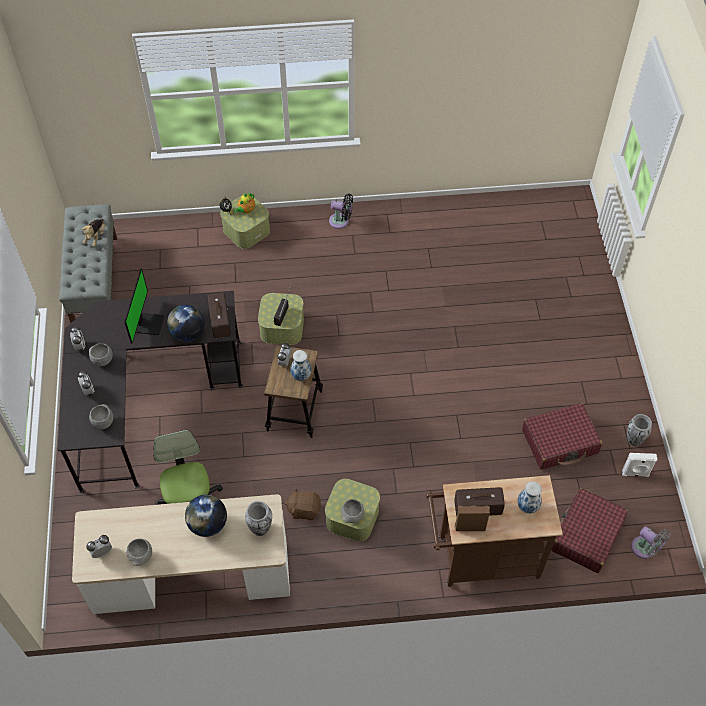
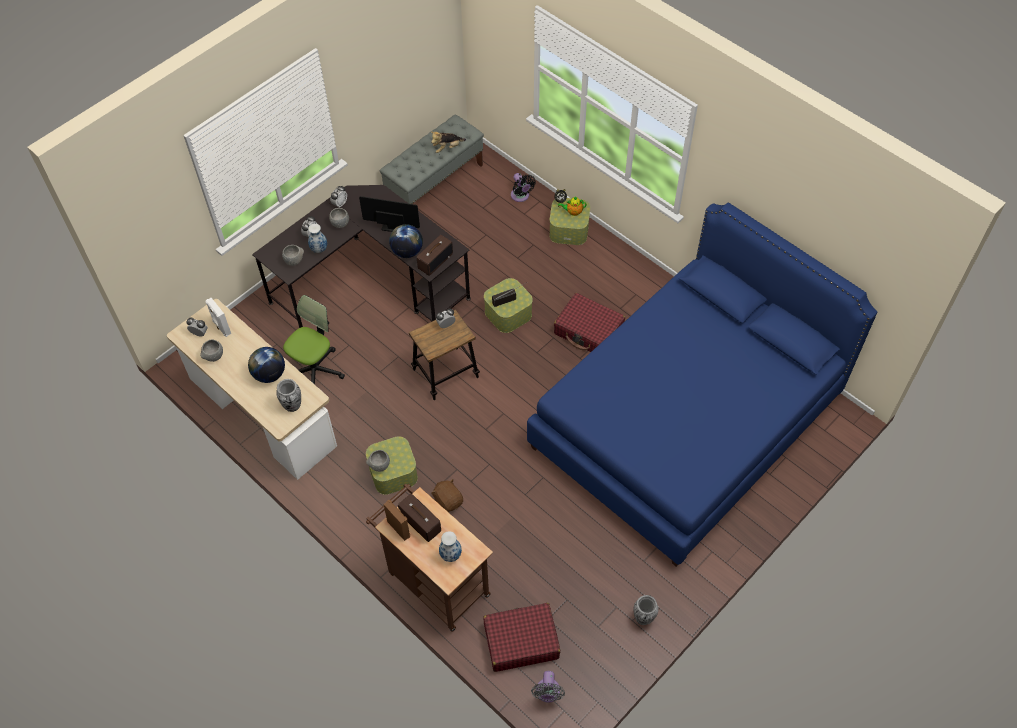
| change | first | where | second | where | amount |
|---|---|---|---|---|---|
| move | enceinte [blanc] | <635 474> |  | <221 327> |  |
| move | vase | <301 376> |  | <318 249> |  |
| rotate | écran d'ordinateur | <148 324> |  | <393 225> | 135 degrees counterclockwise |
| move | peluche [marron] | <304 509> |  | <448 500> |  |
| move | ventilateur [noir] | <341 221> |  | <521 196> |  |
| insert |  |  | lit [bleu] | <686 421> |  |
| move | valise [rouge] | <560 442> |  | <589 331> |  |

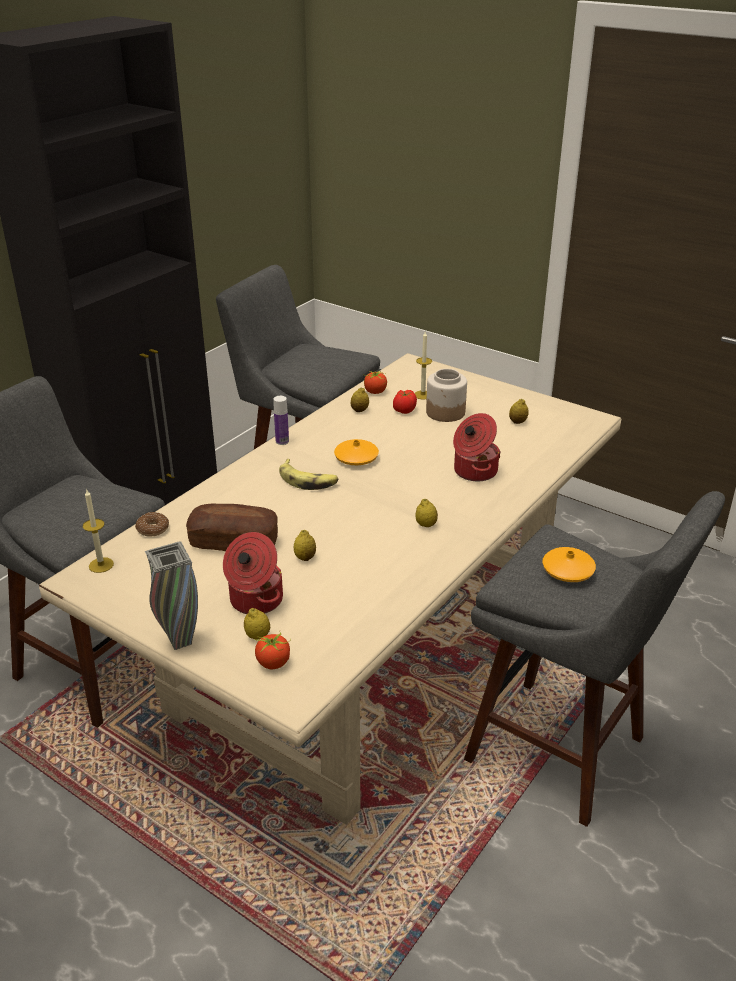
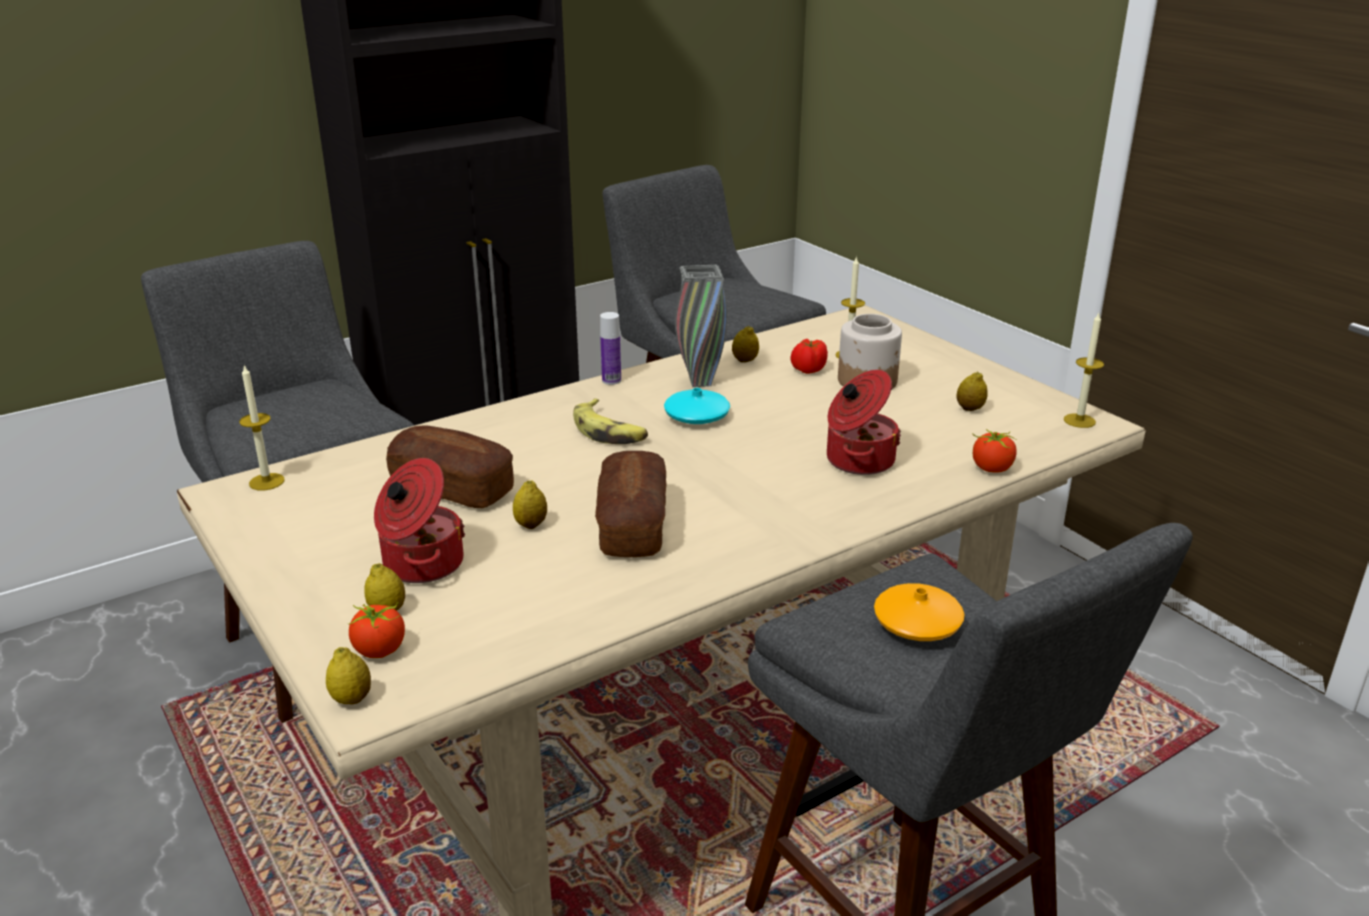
| change | first | where | second | where | amount |
|---|---|---|---|---|---|
| move | citron | <426 525> |  | <351 699> |  |
| insert |  |  | pain | <632 525> |  |
| recolor | vase [orange] | <356 458> | vase [turquoise] | <697 416> |  |
| move | vase [gris] | <180 641> |  | <700 382> |  |
| move | tomate | <375 392> |  | <991 469> |  |
| insert |  |  | bougie | <1079 420> |  |
| delete | beignet | <152 529> |  |  |  |

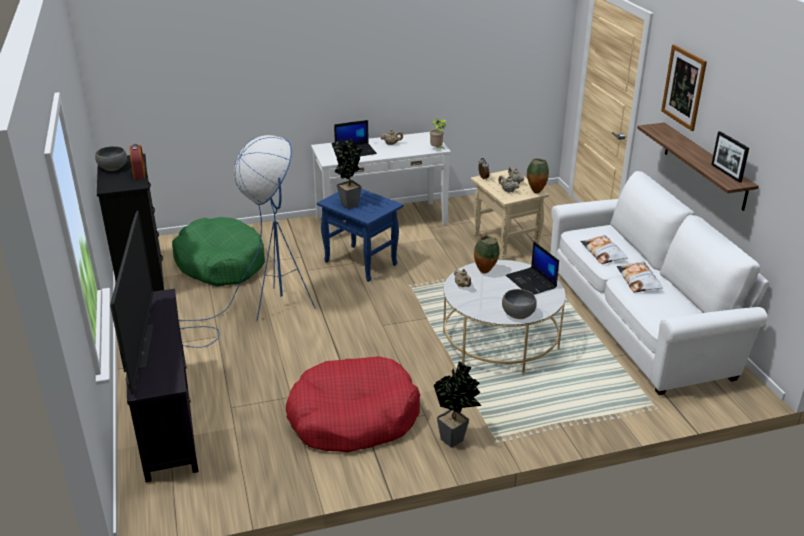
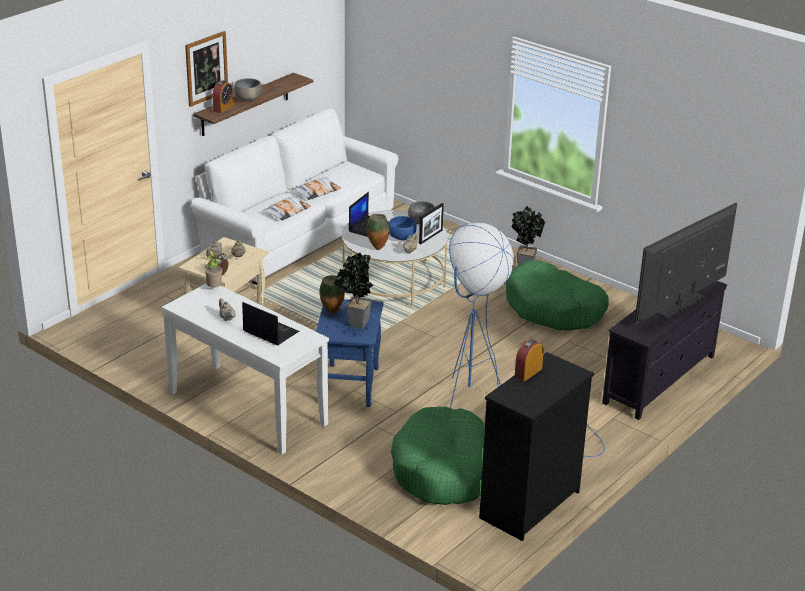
| change | first | where | second | where | amount |
|---|---|---|---|---|---|
| insert |  |  | réveil | <223 108> |  |
| move | bol [gris] | <113 168> |  | <248 99> |  |
| move | vase | <535 192> |  | <332 313> |  |
| insert |  |  | bol [bleu] | <401 237> |  |
| move | cadre photo | <726 173> |  | <430 237> |  |
| recolor | panier pour chien [rouge] | <353 417> | panier pour chien [vert] | <554 309> |  |

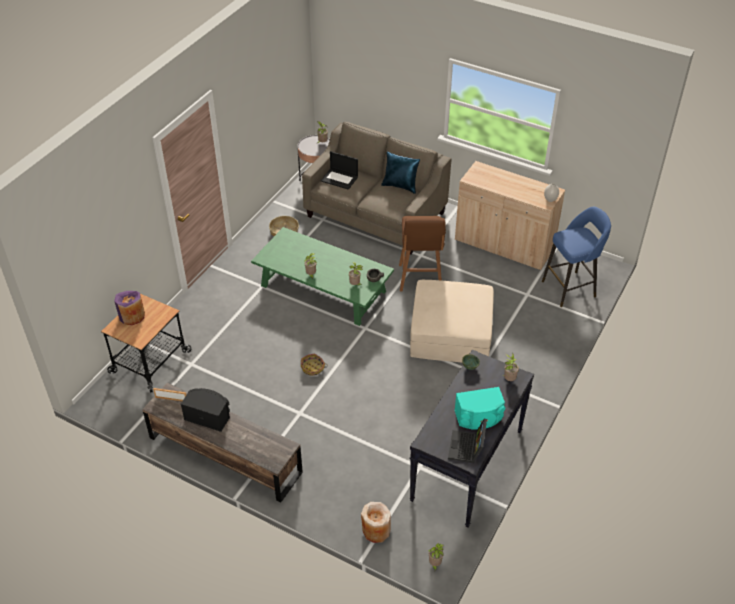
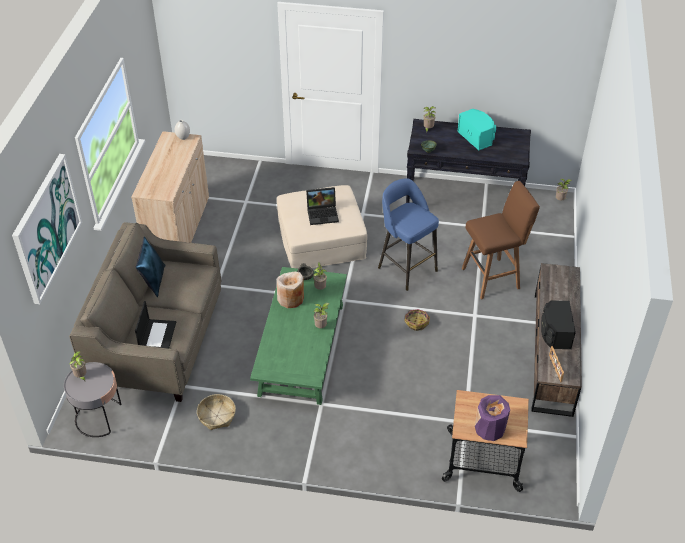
| change | first | where | second | where | amount |
|---|---|---|---|---|---|
| insert |  |  | tableau | <46 227> |  |
| move | vase [beige] | <376 530> |  | <291 299> |  |
| move | ordinateur portable | <467 448> |  | <323 214> |  |
| move | tabouret [bleu] | <570 288> |  | <406 268> |  |
| move | tabouret [marron] | <420 279> |  | <492 278> |  |

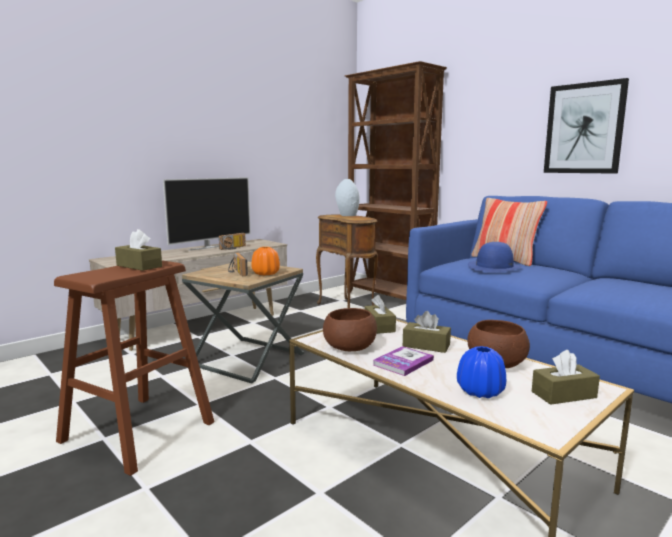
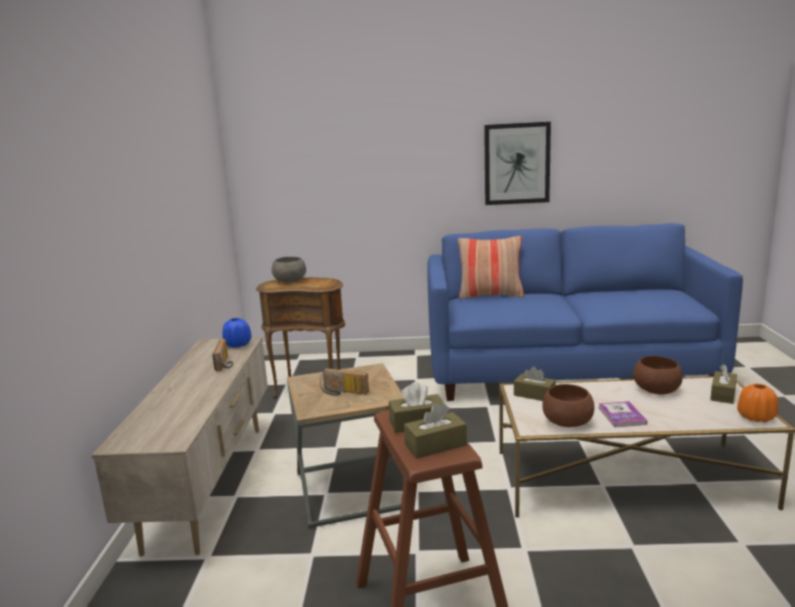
| change | first | where | second | where | amount |
|---|---|---|---|---|---|
| move | vase [bleu] | <480 392> |  | <237 345> |  |
| replace | vase [gris] | <347 215> | bol [gris] | <290 281> |  |
| move | boîte à mouchoirs [marron] | <426 345> |  | <435 445> |  |
| move | vase [orange] | <266 274> |  | <756 417> |  |
| delete | téléviseur | <209 247> |  |  |  |
| delete | bibliothèque [marron] | <389 297> |  |  |  |
| delete | chapeau [bleu] | <494 267> |  |  |  |

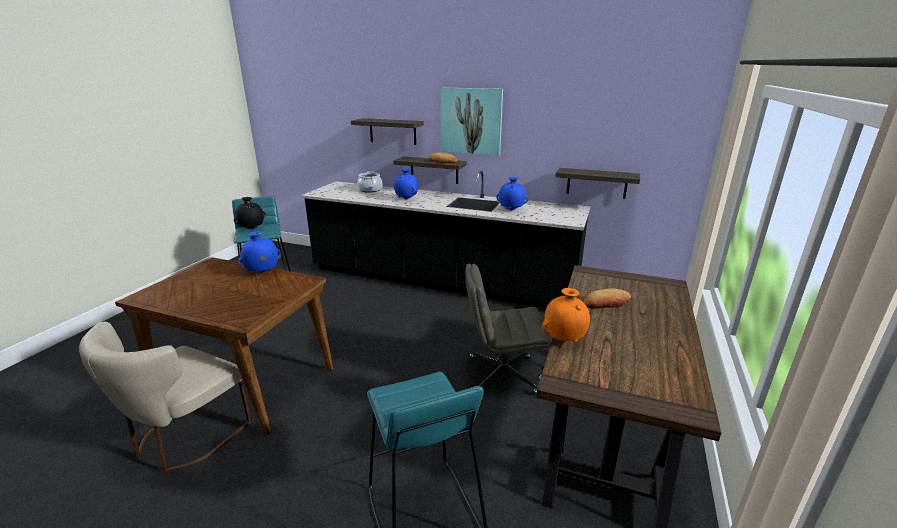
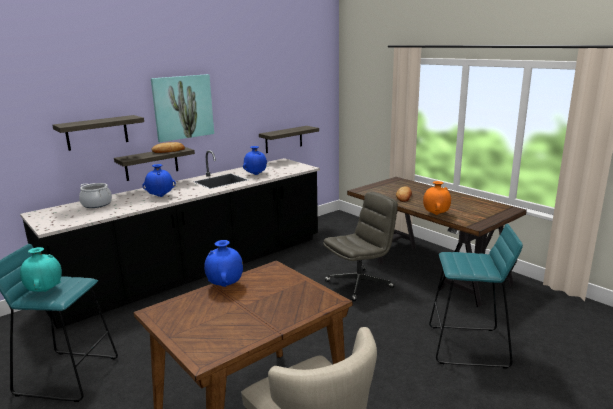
| change | first | where | second | where | amount |
|---|---|---|---|---|---|
| recolor | vase [noir] | <252 229> | vase [turquoise] | <45 291> |  |
| rotate | chaise de bureau [gris] | <502 376> |  | <359 284> | 150 degrees counterclockwise |

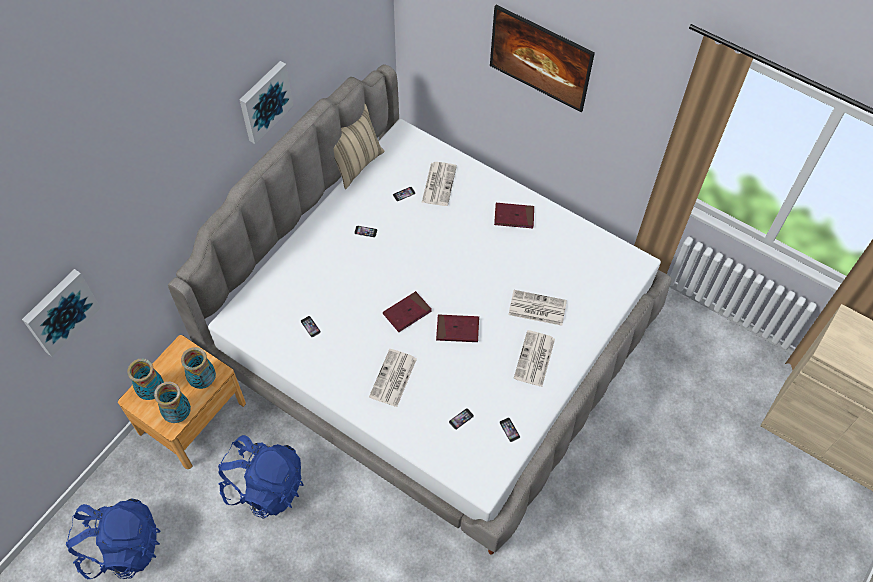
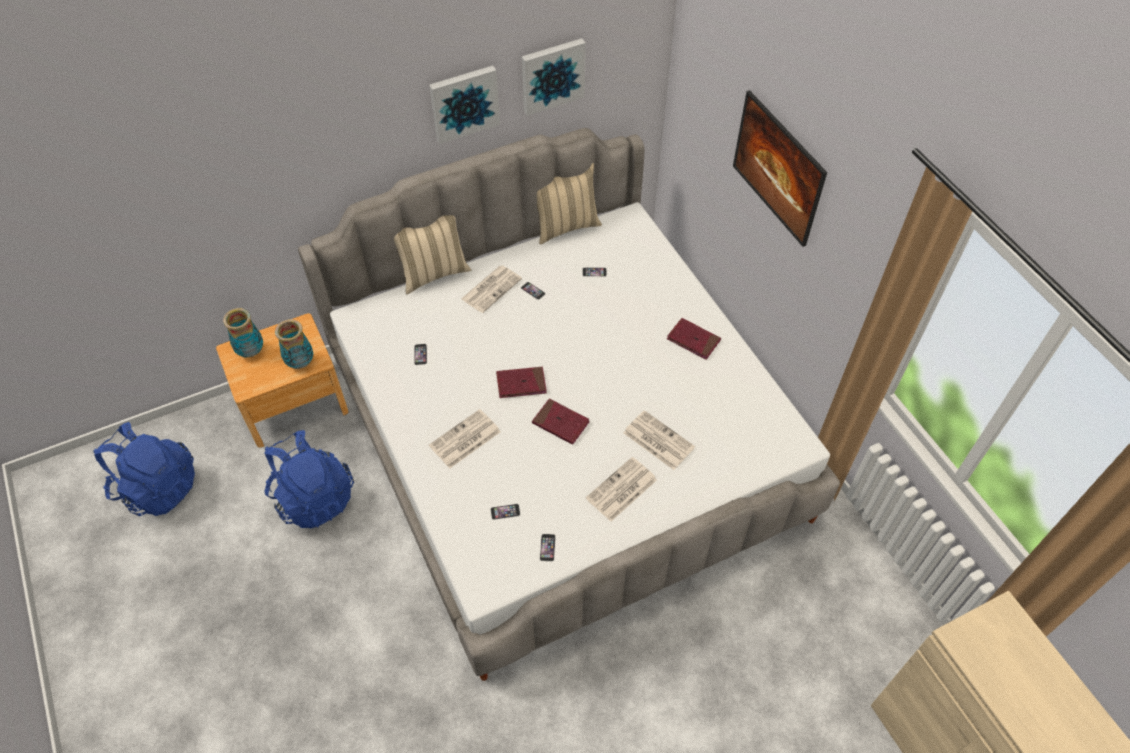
| change | first | where | second | where | amount |
|---|---|---|---|---|---|
| insert |  |  | coussin [beige] | <433 273> |  |
| move | journal | <439 183> |  | <491 288> |  |
| move | tableau | <59 311> |  | <552 75> |  |
| delete | vase | <178 414> |  |  |  |

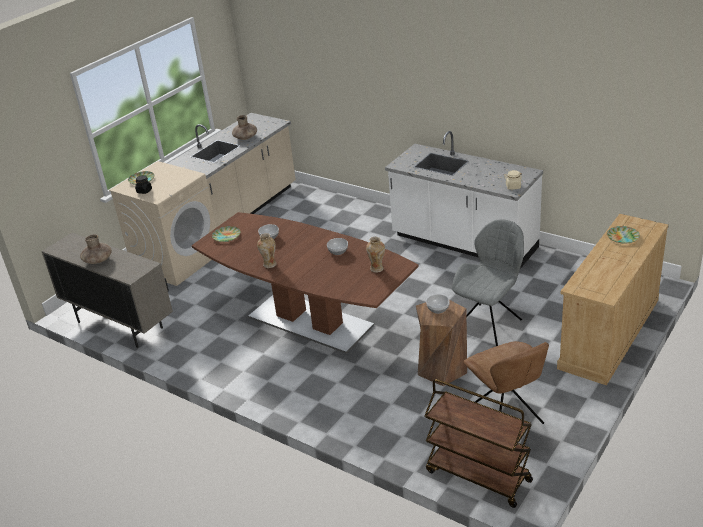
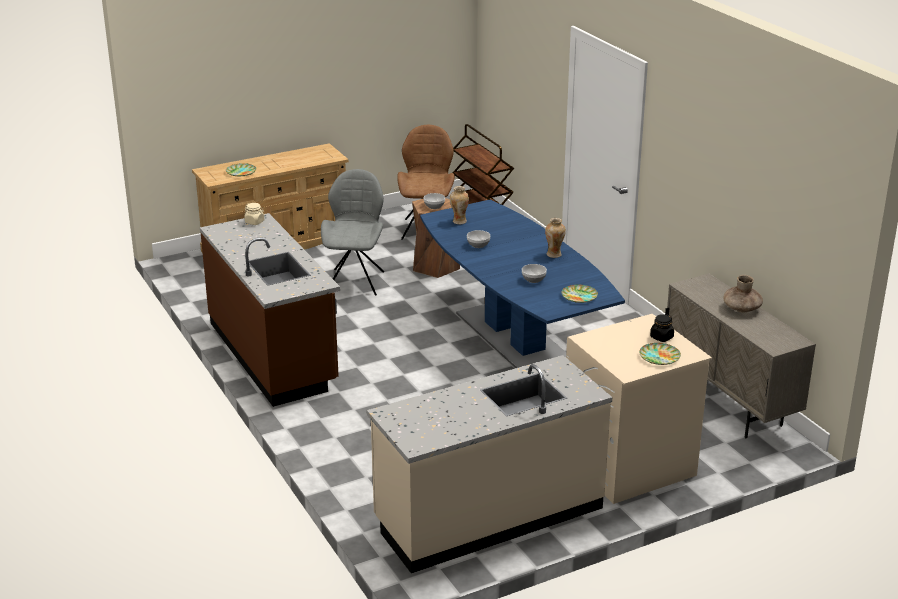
| change | first | where | second | where | amount |
|---|---|---|---|---|---|
| recolor | comptoir de cuisine [blanc] | <463 243> | comptoir de cuisine [marron] | <273 354> |  |
| rotate | chaise [gris] | <489 323> |  | <355 281> | 120 degrees clockwise |
| recolor | table à manger [marron] | <309 321> | table à manger [bleu] | <514 337> |  |
| delete | vase [marron] | <245 138> |  |  |  |

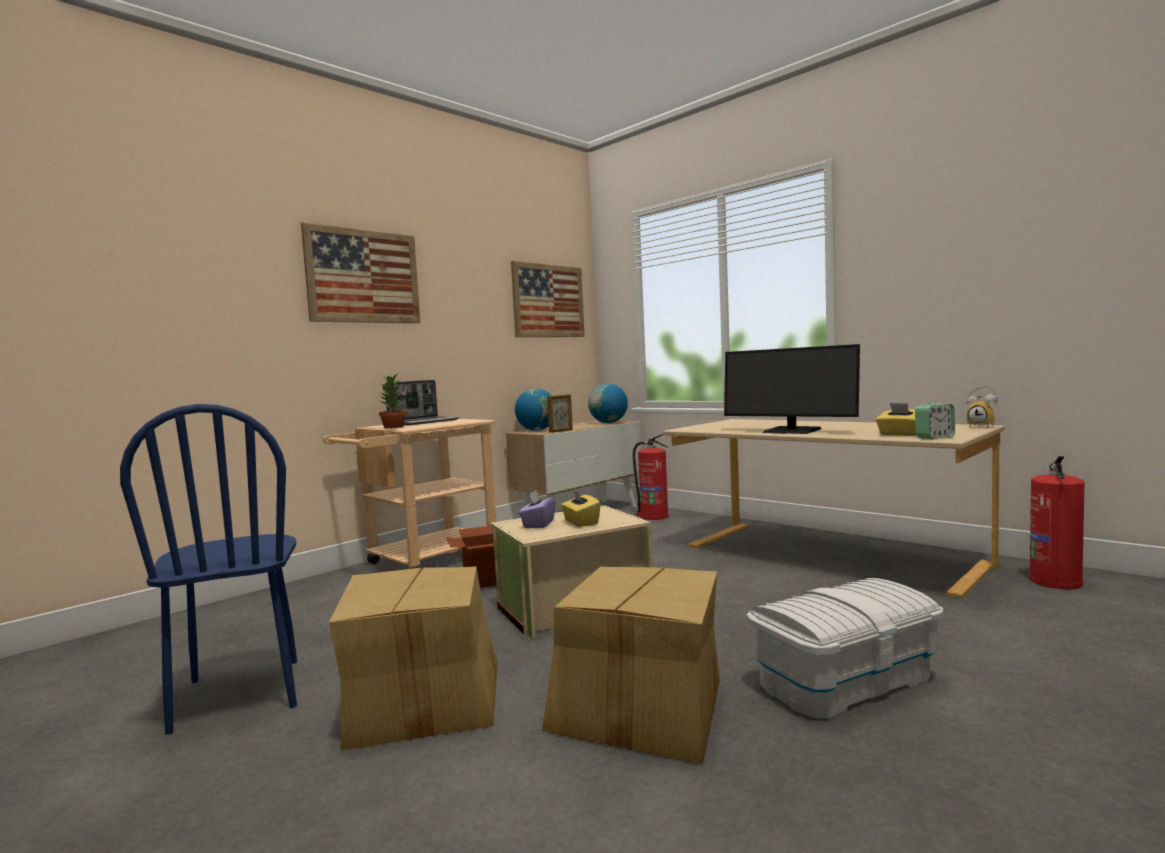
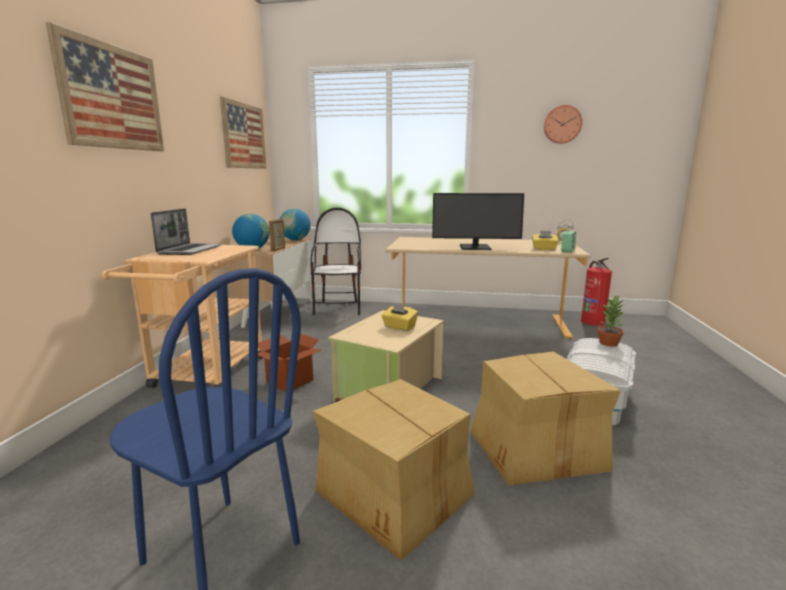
| change | first | where | second | where | amount |
|---|---|---|---|---|---|
| replace | extincteur | <653 516> | chaise | <338 308> |  |
| insert |  |  | horloge murale | <562 124> |  |
| move | plante en pot | <394 427> |  | <609 343> |  |
| delete | boîte à mouchoirs [violet] | <538 524> |  |  |  |

